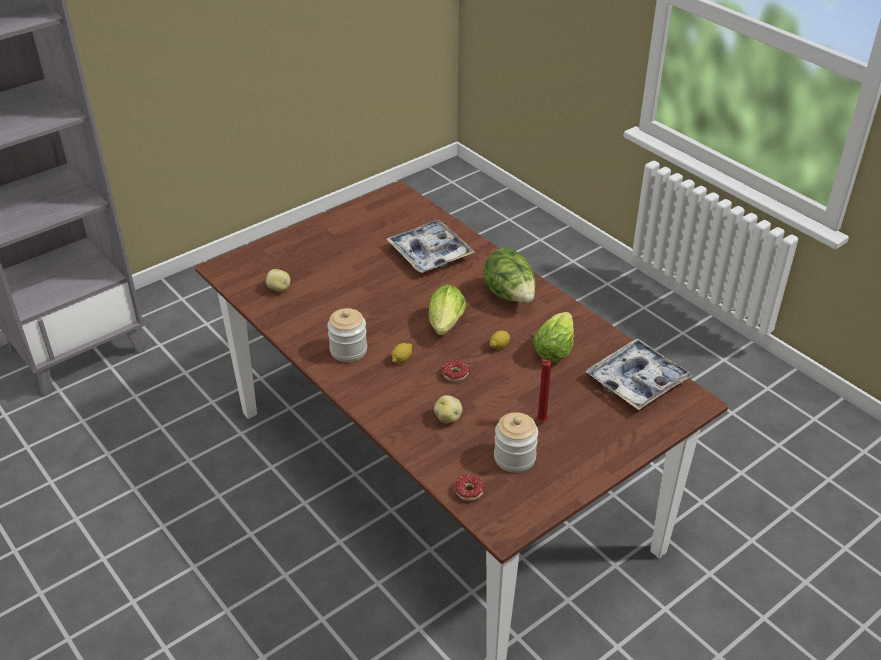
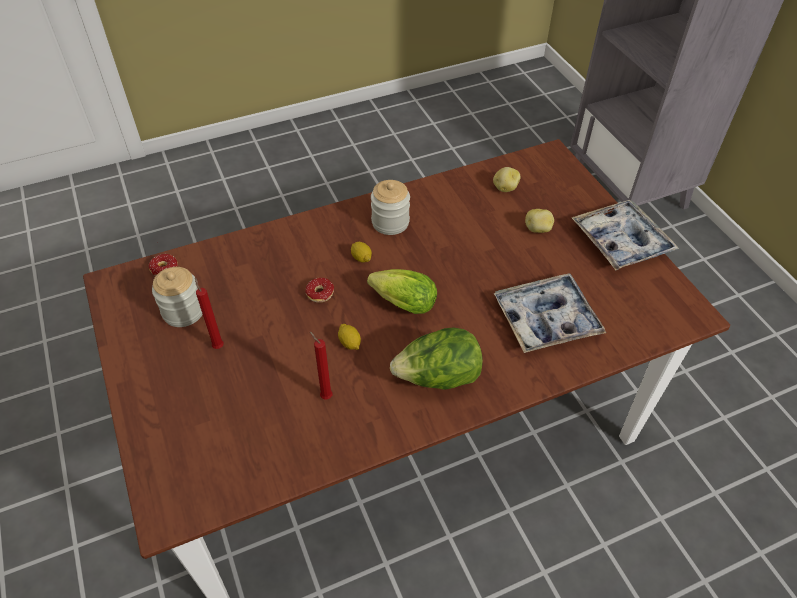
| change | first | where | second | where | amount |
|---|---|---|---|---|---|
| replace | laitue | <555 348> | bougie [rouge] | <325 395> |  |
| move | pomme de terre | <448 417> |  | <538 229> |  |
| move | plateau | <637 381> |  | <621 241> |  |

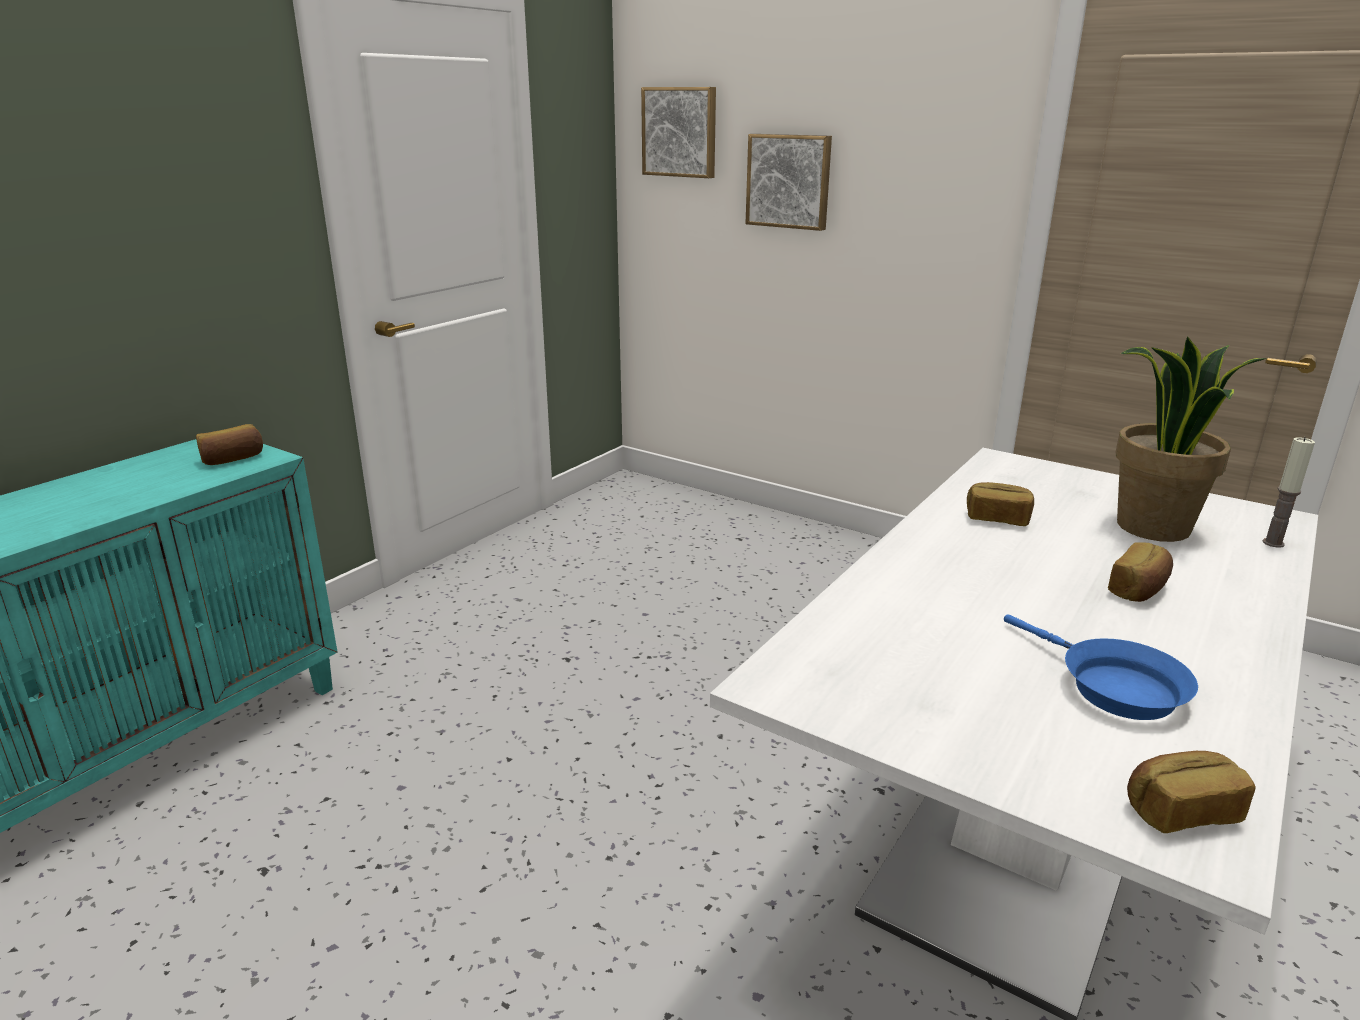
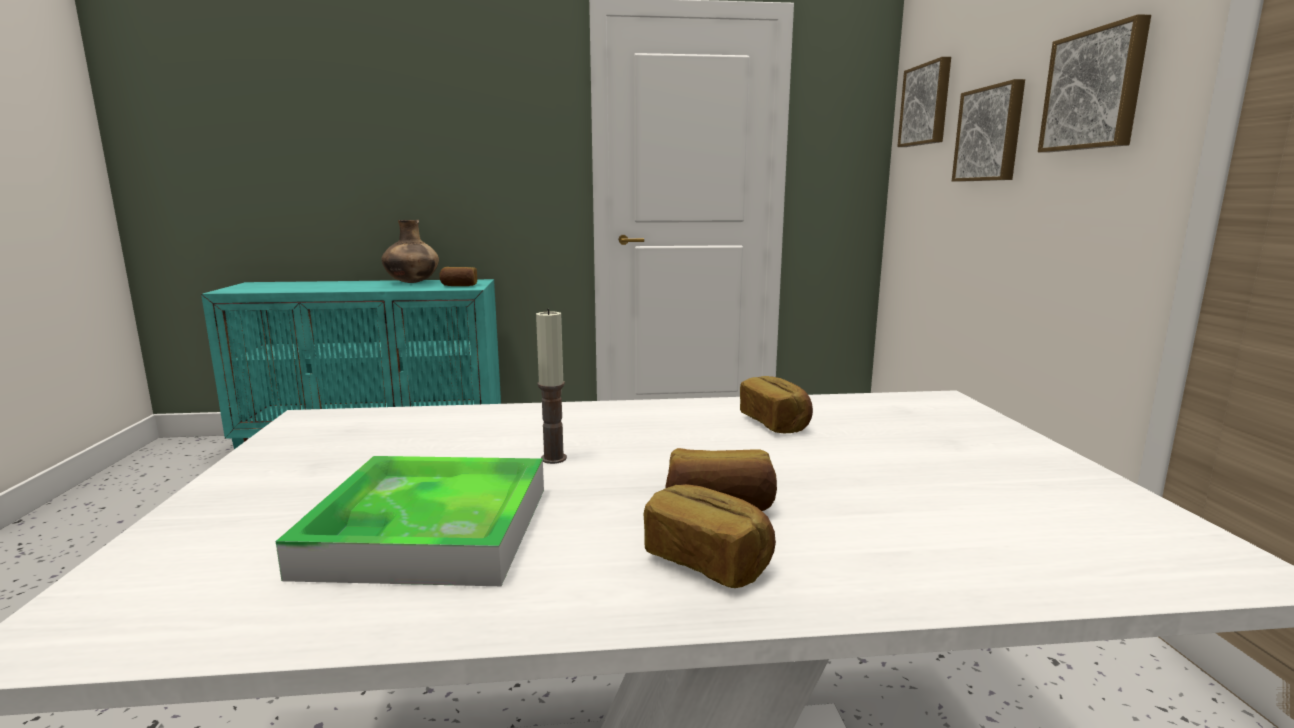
| change | first | where | second | where | amount |
|---|---|---|---|---|---|
| replace | poêle [bleu] | <1112 686> | plateau | <430 529> |  |
| insert |  |  | vase [marron] | <412 282> |  |
| move | bougie | <1273 543> |  | <553 458> |  |
| move | pain | <1180 810> |  | <708 561> |  |
| insert |  |  | tableau | <1095 90> |  |
| delete | plante en pot | <1153 528> |  |  |  |

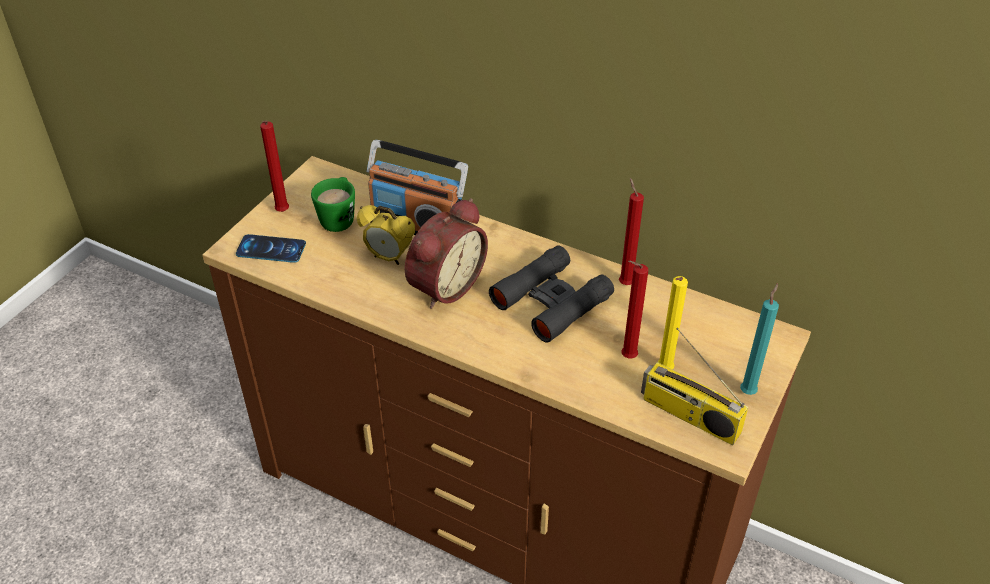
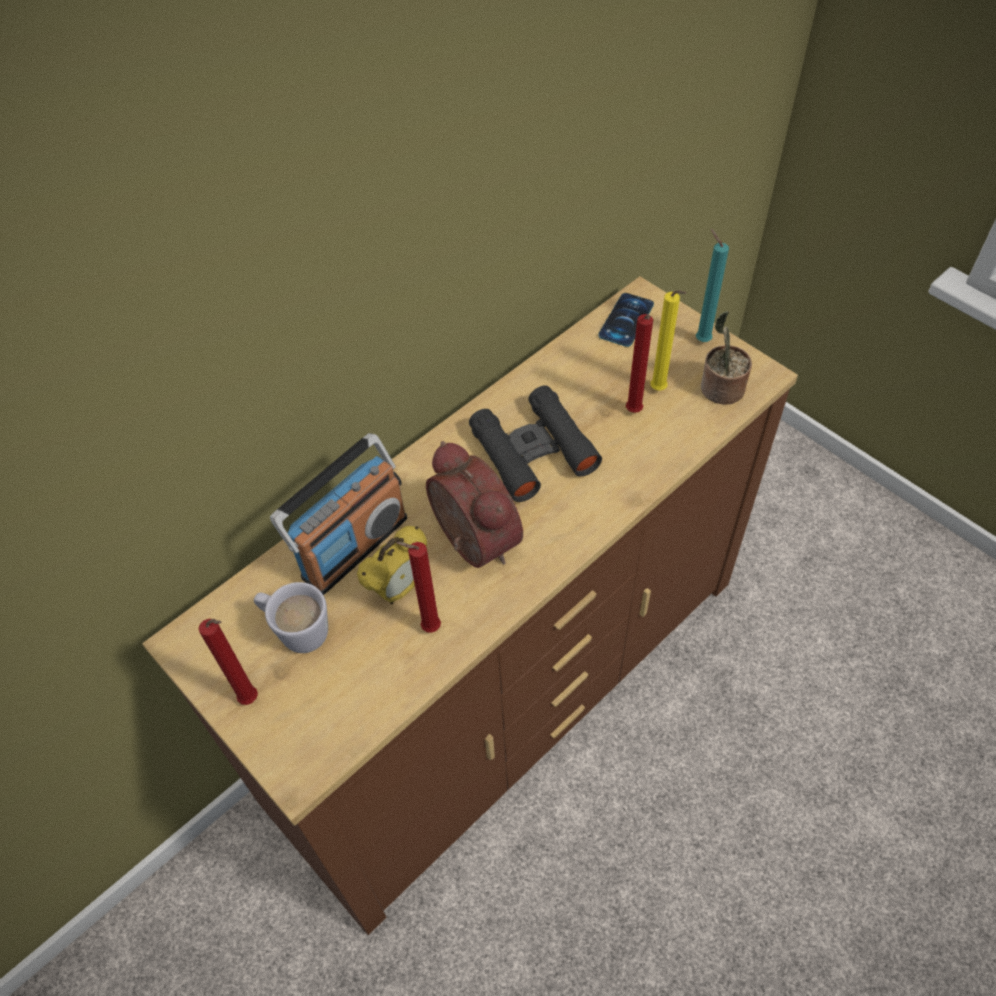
| change | first | where | second | where | amount |
|---|---|---|---|---|---|
| recolor | mug [vert] | <339 218> | mug [blanc] | <296 631> |  |
| move | bougie [rouge] | <624 283> |  | <428 628> |  |
| move | téléphone | <271 249> |  | <626 320> |  |
| replace | radio | <688 415> | plante en pot | <720 390> |  |

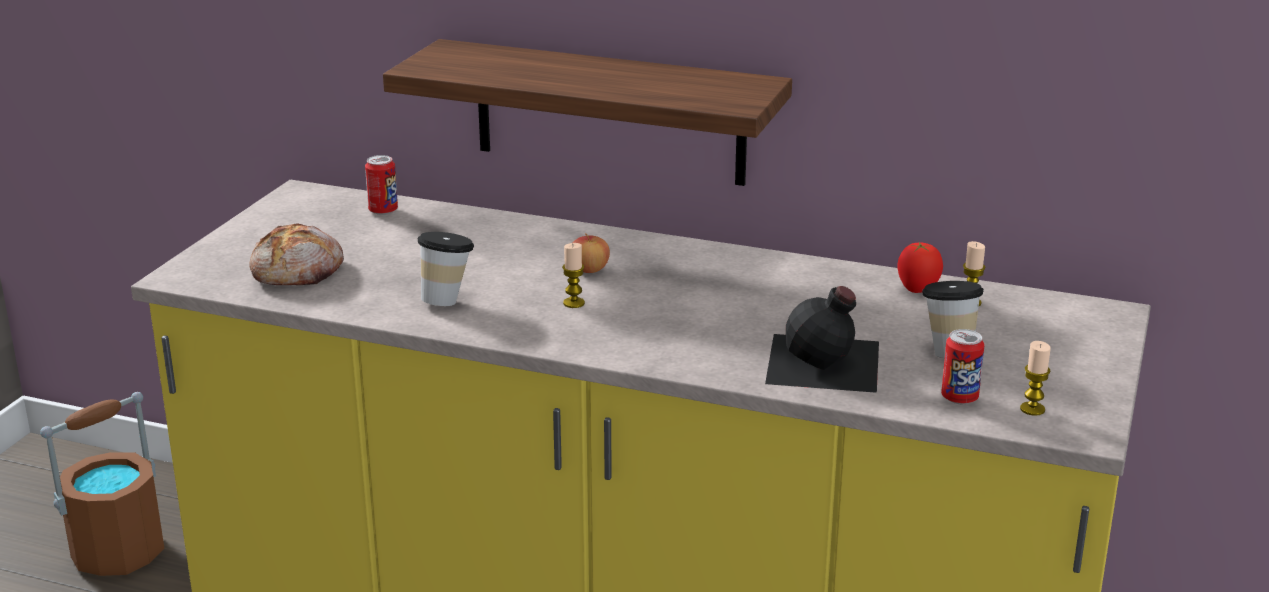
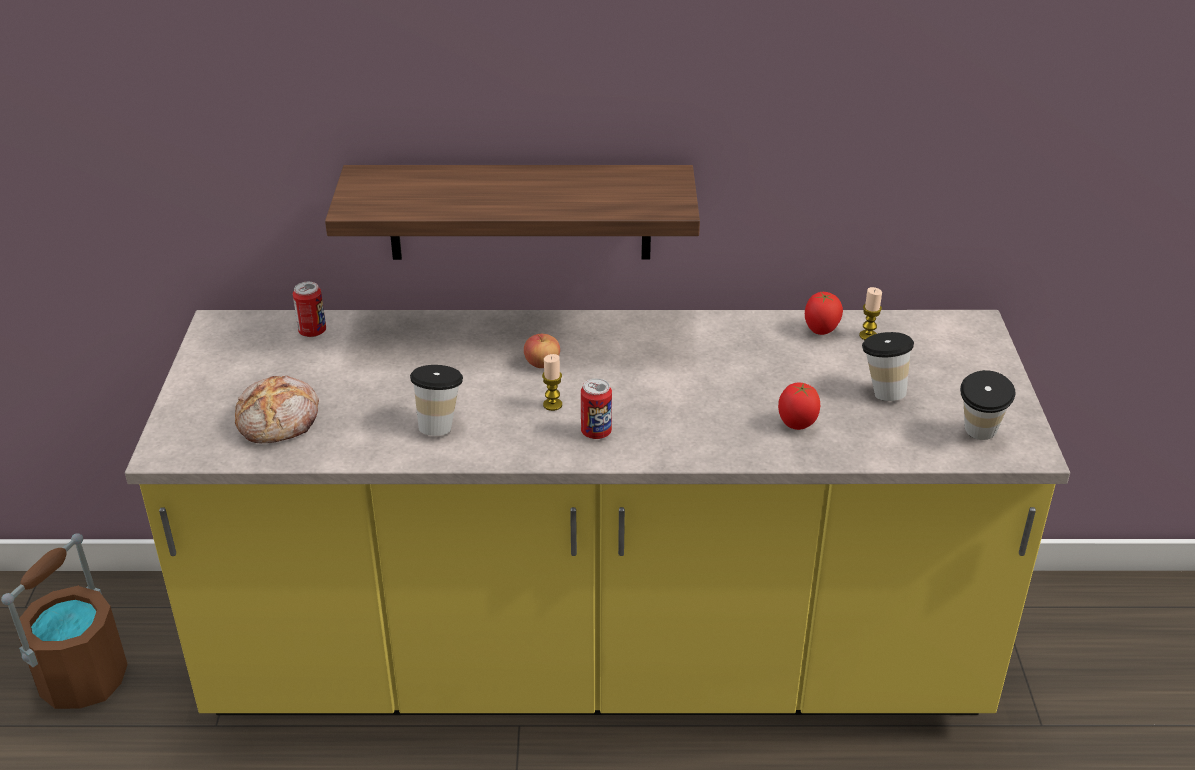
| change | first | where | second | where | amount |
|---|---|---|---|---|---|
| move | boîte métallique | <959 398> |  | <596 432> |  |
| replace | bouteille [noir] | <825 363> | tomate | <797 425> |  |
| replace | bougie | <1032 409> | tasse | <978 437> |  |

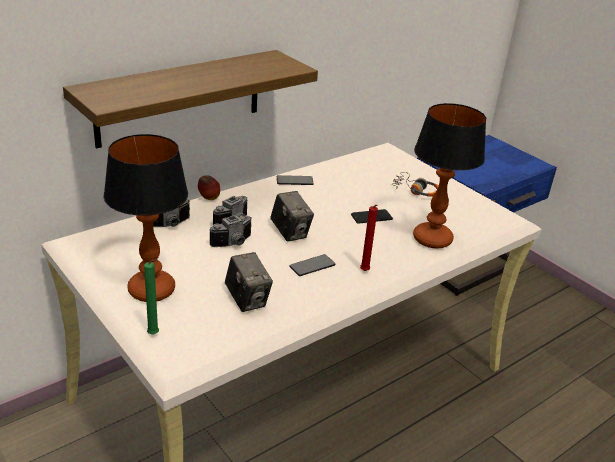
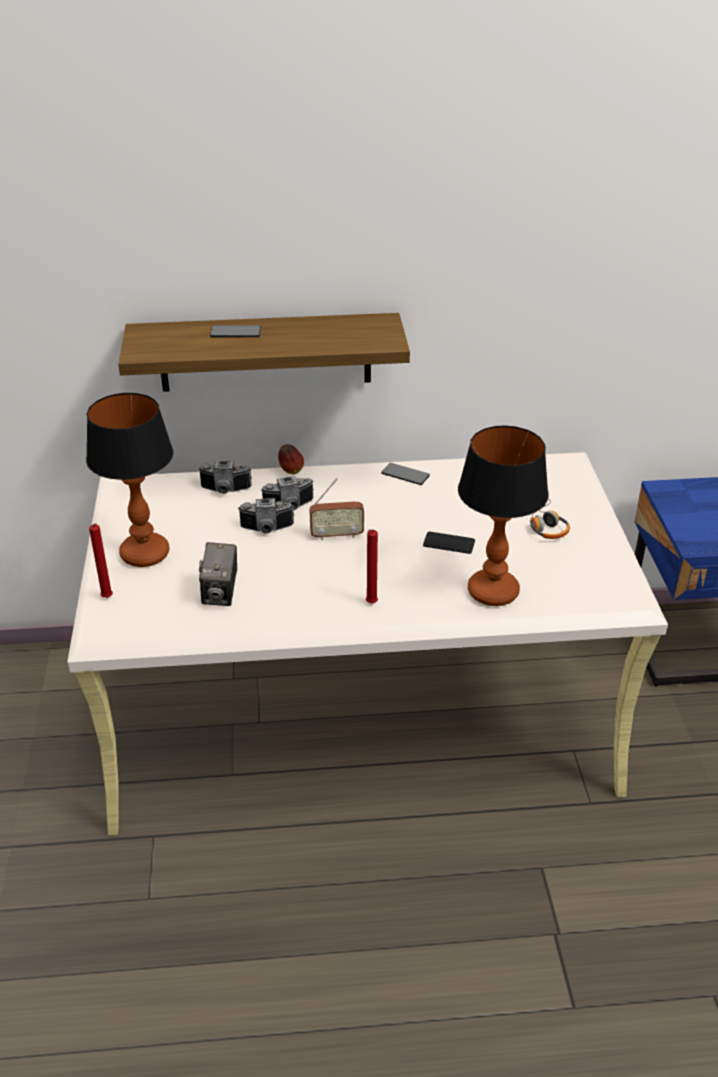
| change | first | where | second | where | amount |
|---|---|---|---|---|---|
| recolor | bougie [vert] | <154 335> | bougie [rouge] | <107 598> |  |
| move | téléphone | <312 266> |  | <235 332> |  |
| replace | appareil photo | <290 233> | radio | <337 535> |  |

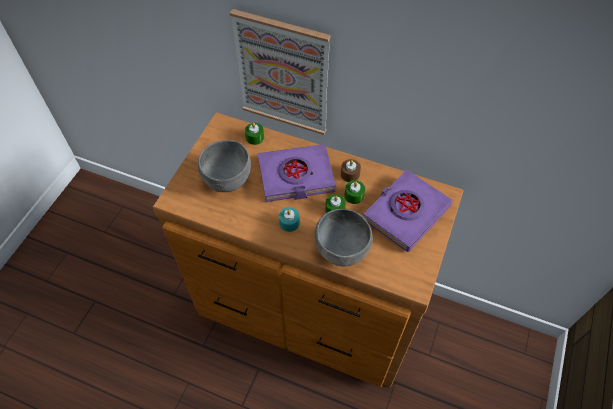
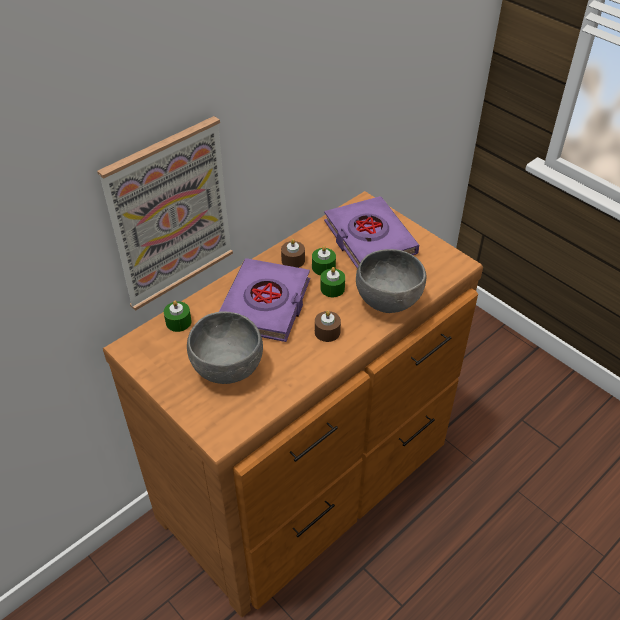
| change | first | where | second | where | amount |
|---|---|---|---|---|---|
| recolor | bougie [turquoise] | <289 223> | bougie [marron] | <327 332> |  |

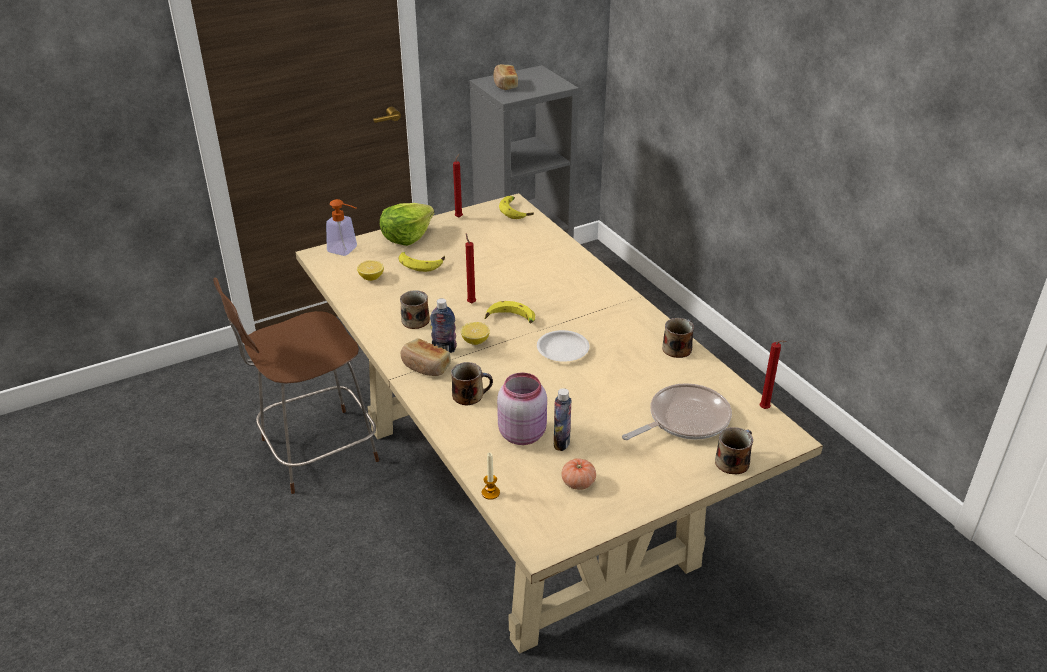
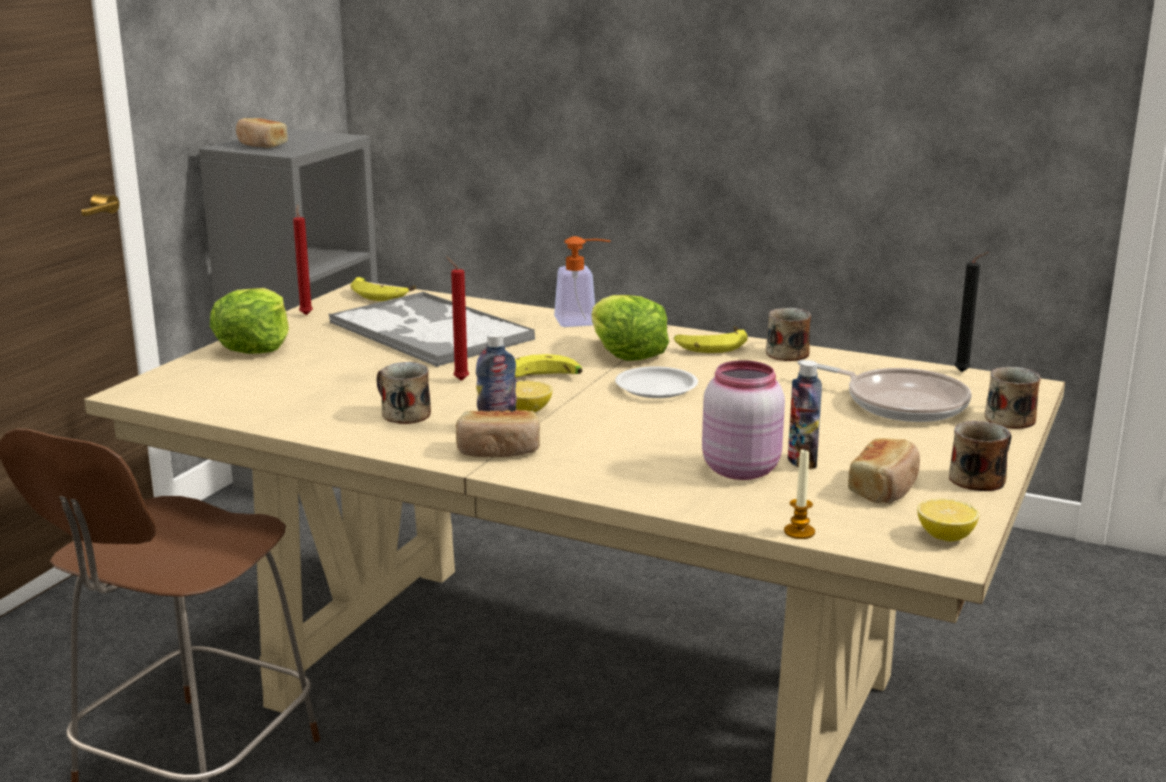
| change | first | where | second | where | amount |
|---|---|---|---|---|---|
| insert |  |  | plateau | <428 331> |  |
| move | distributeur de savon | <346 250> |  | <583 321> |  |
| insert |  |  | laitue | <625 354> |  |
| move | banane | <421 264> |  | <710 345> |  |
| rotate | poêle | <684 419> |  | <899 403> | 105 degrees clockwise |
| replace | tomate | <578 483> | pain | <885 488> |  |
| move | citron | <371 277> |  | <945 536> |  |
| move | mug | <470 395> |  | <979 478> |  |
| recolor | bougie [rouge] | <765 409> | bougie [noir] | <964 372> |  |

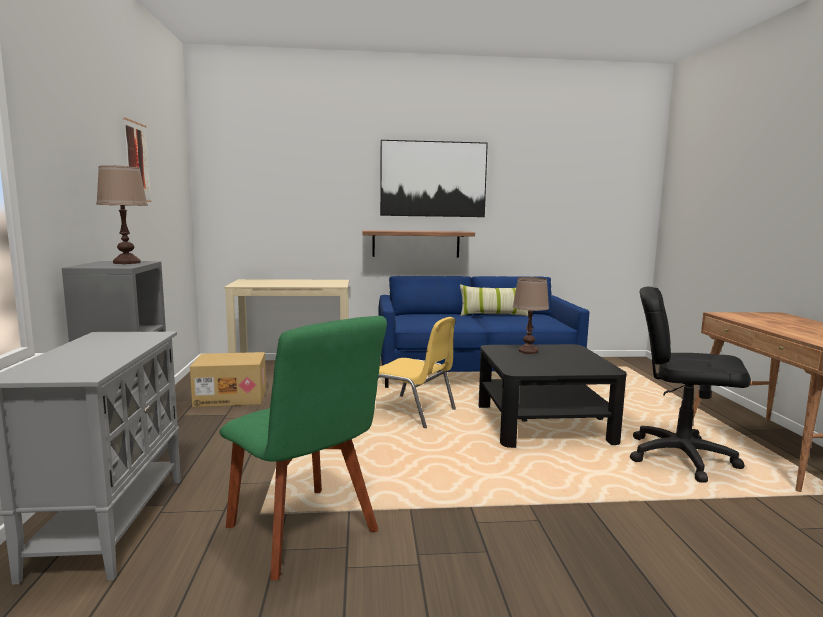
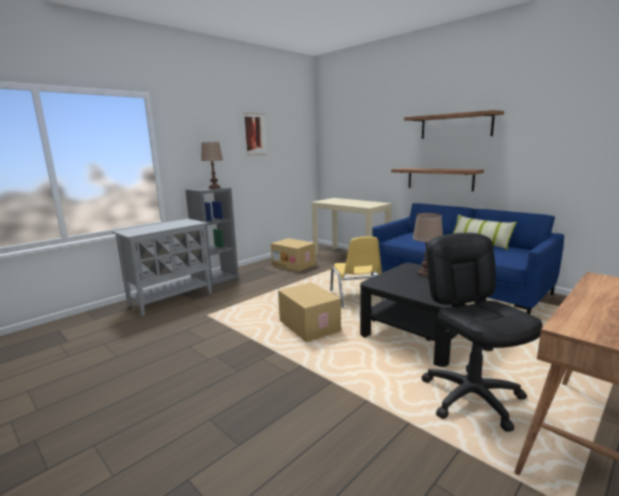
| change | first | where | second | where | amount |
|---|---|---|---|---|---|
| insert |  |  | carton | <308 326> |  |
| replace | tableau | <433 179> | étagère | <455 126> |  |
| delete | chaise [vert] | <305 532> |  |  |  |

